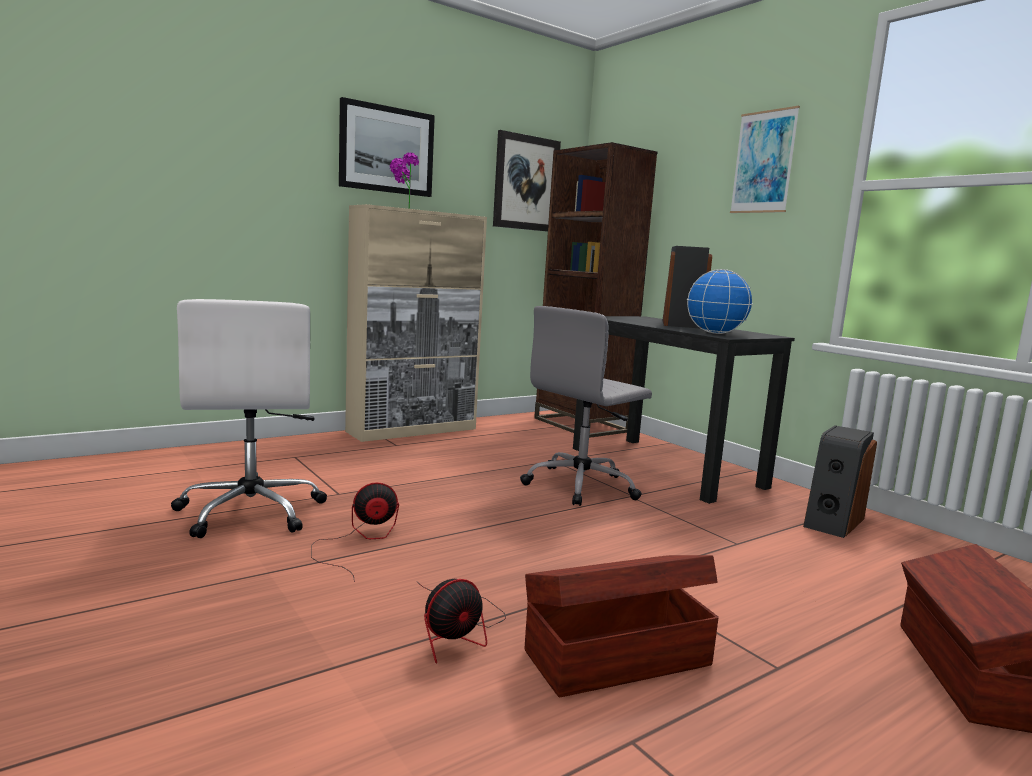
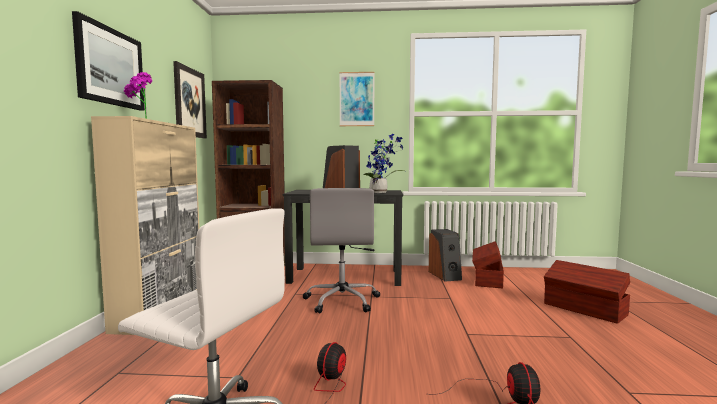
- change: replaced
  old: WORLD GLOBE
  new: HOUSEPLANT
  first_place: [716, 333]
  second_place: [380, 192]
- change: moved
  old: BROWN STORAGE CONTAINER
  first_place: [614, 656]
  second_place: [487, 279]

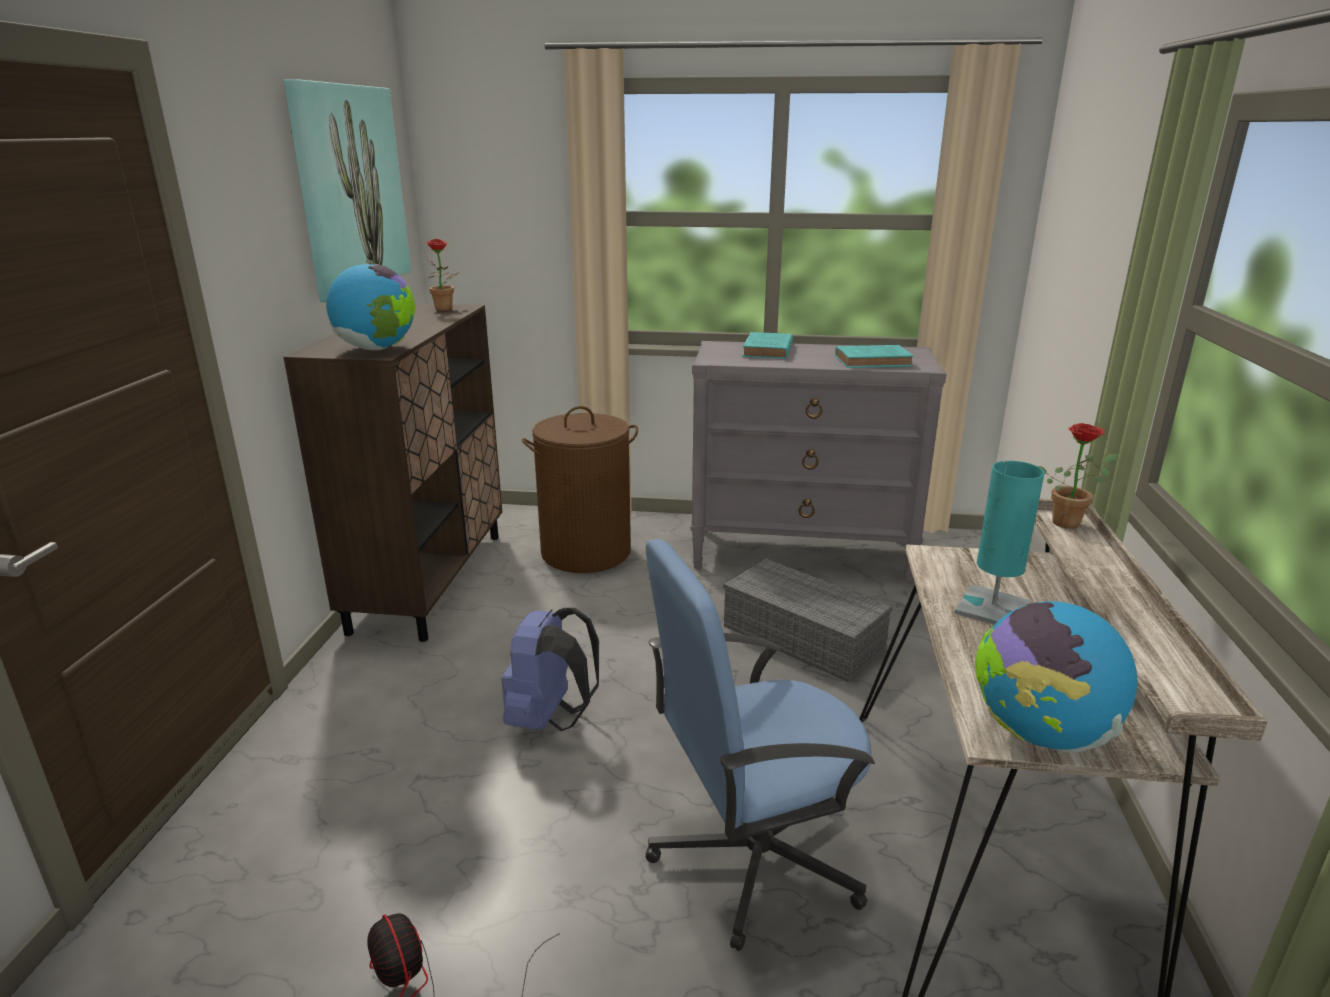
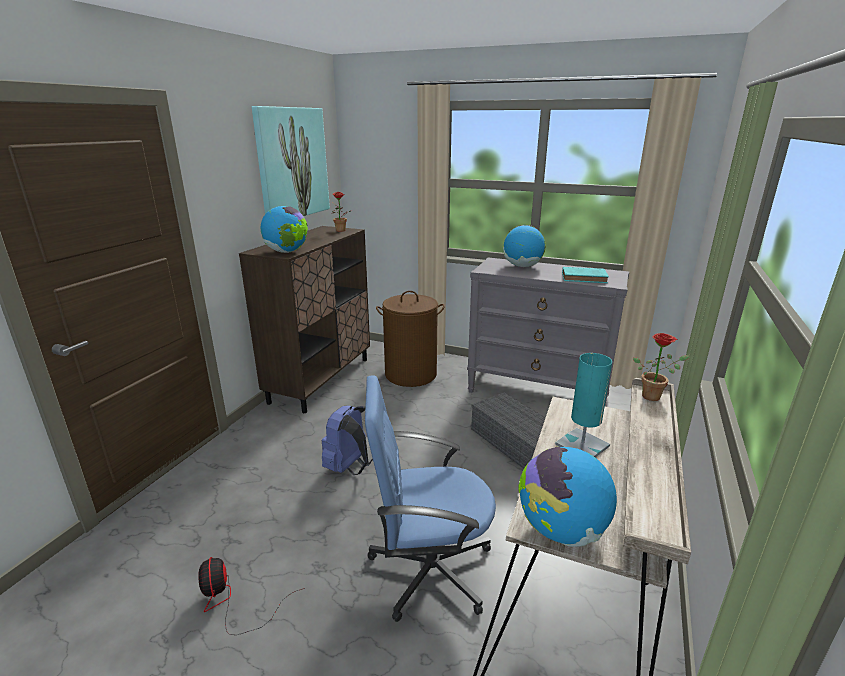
- change: replaced
  old: TURQUOISE VOLUME
  new: WORLD GLOBE
  first_place: [767, 350]
  second_place: [522, 266]

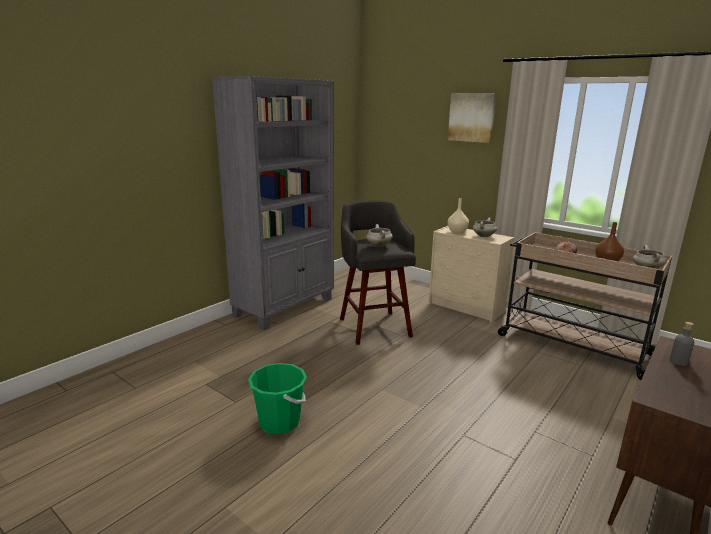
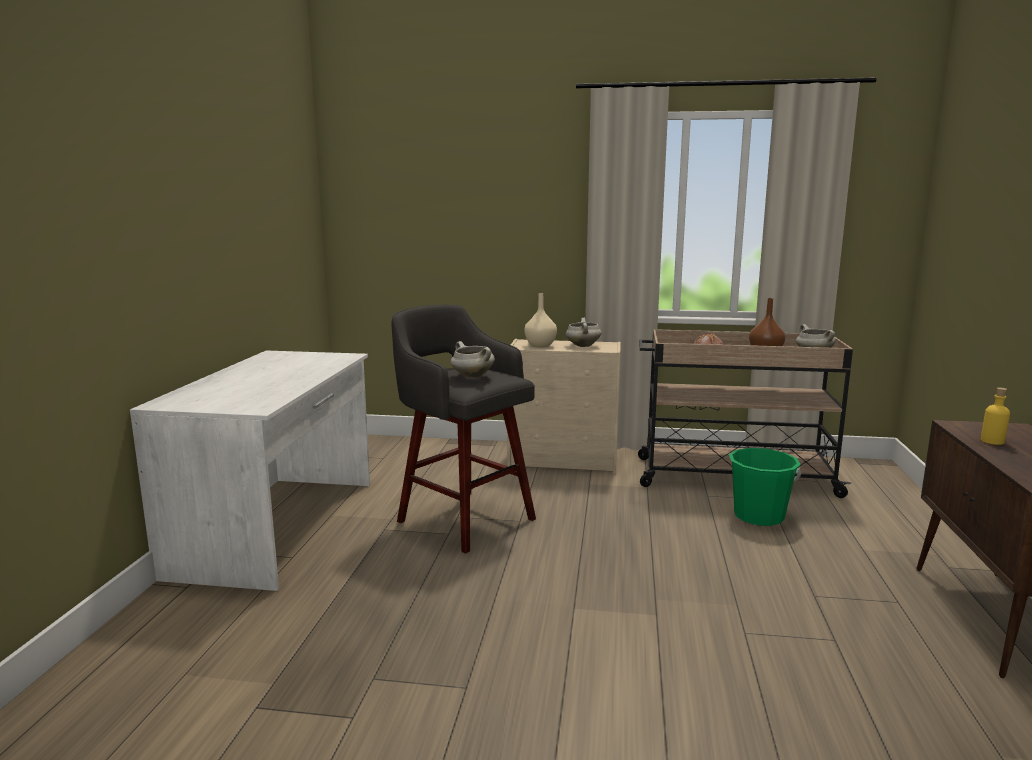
- change: replaced
  old: GREYISH BOOKSHELF
  new: WHITE DESK
  first_place: [285, 307]
  second_place: [279, 526]
- change: moved
  old: GREEN-COLOURED PAIL
  first_place: [279, 422]
  second_place: [759, 516]
- change: recoloured
  old: GREYISH BEVERAGE BOTTLE
  new: YELLOWISH BEVERAGE BOTTLE
  first_place: [678, 361]
  second_place: [992, 441]
- change: removed
  old: PICTURE
  first_place: [471, 117]

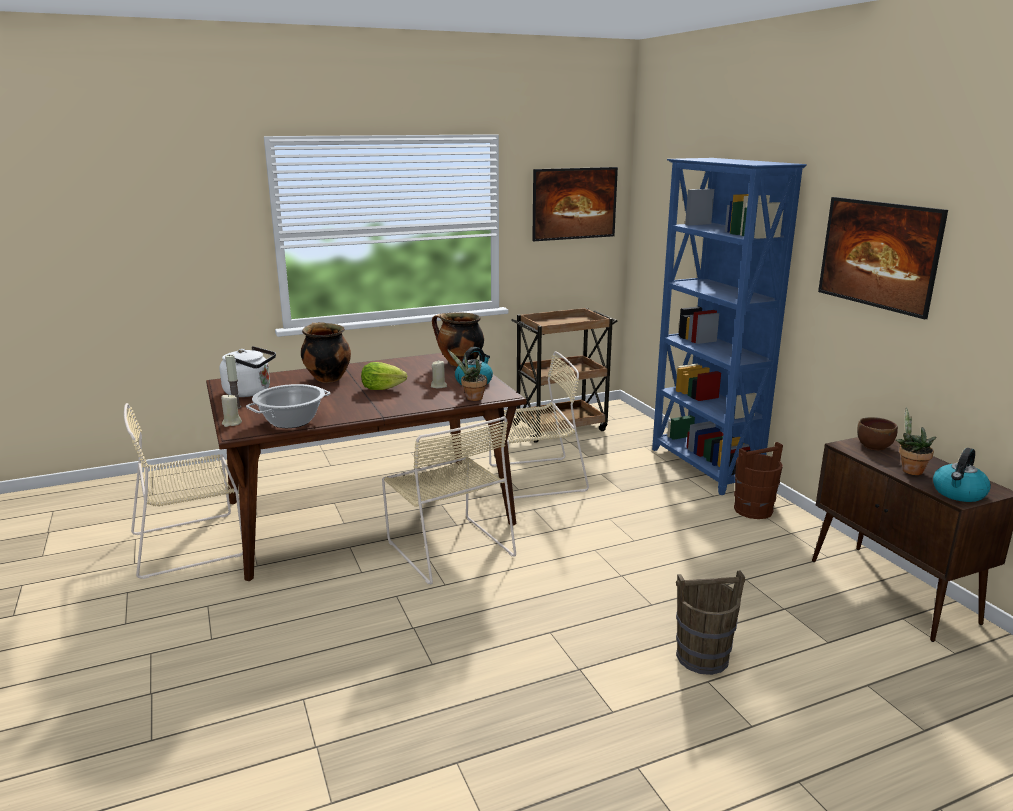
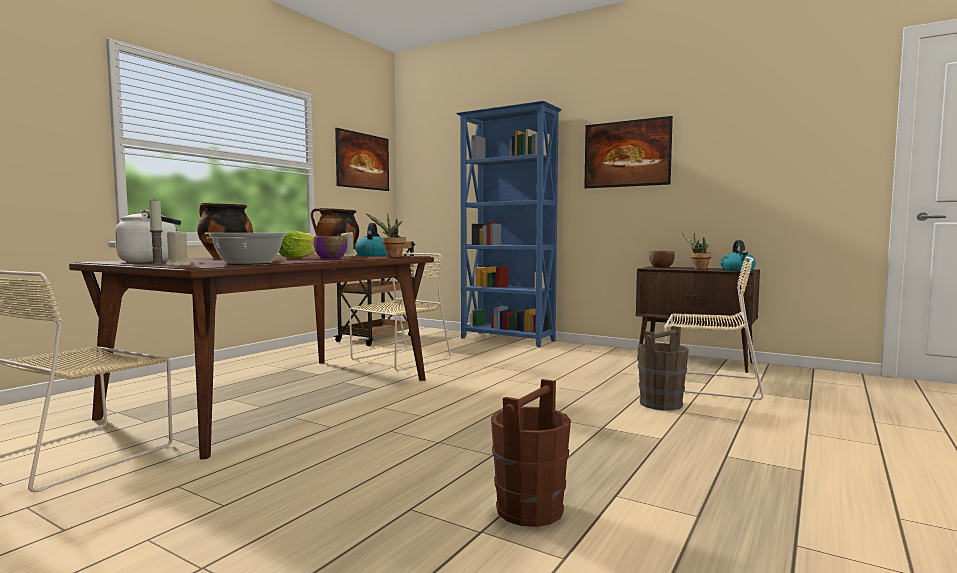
- change: added
  new: PURPLE-COLOURED SERVING BOWL
  second_place: [330, 258]
- change: moved
  old: BROWN PAIL
  first_place: [753, 510]
  second_place: [530, 509]
- change: moved
  old: SAND-COLOURED CHAIR
  first_place: [448, 546]
  second_place: [707, 384]

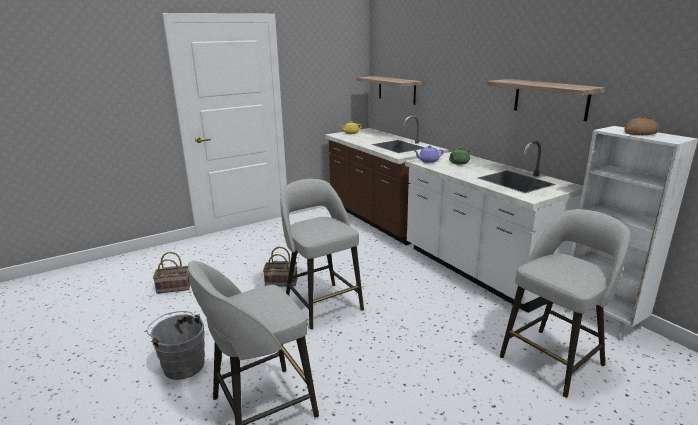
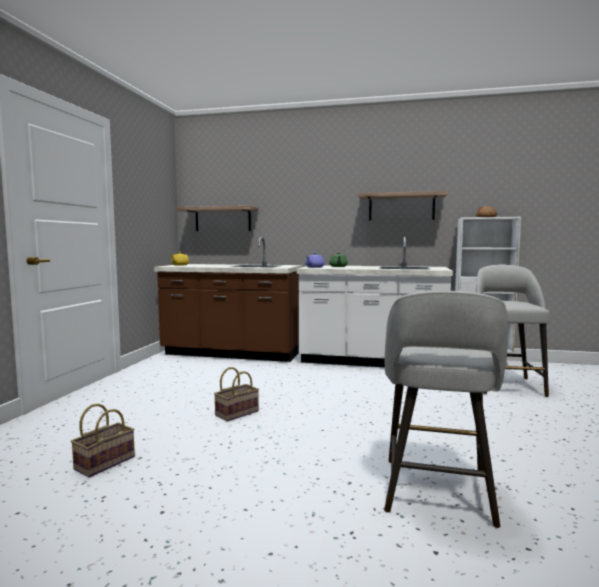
- change: removed
  old: GREYISH PAIL
  first_place: [182, 364]
- change: removed
  old: GREYISH STOOL
  first_place: [322, 304]

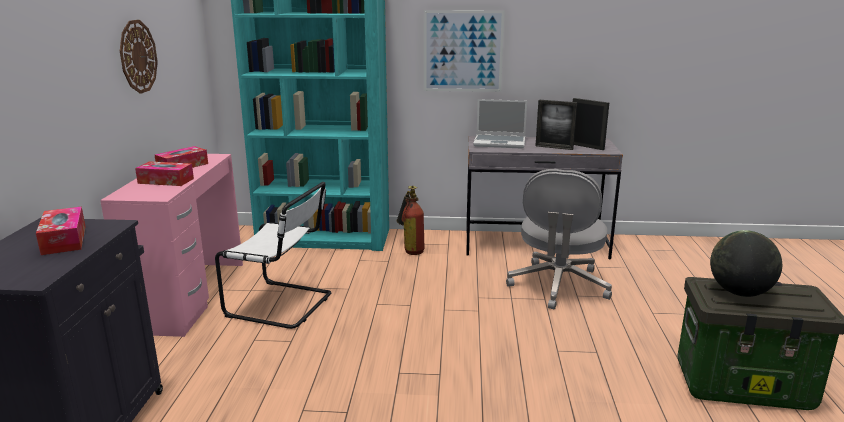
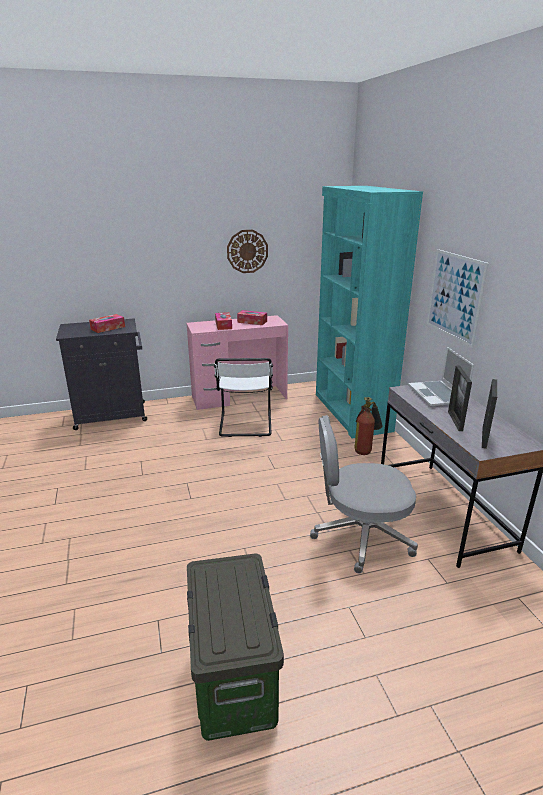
- change: removed
  old: WORLD GLOBE
  first_place: [740, 293]

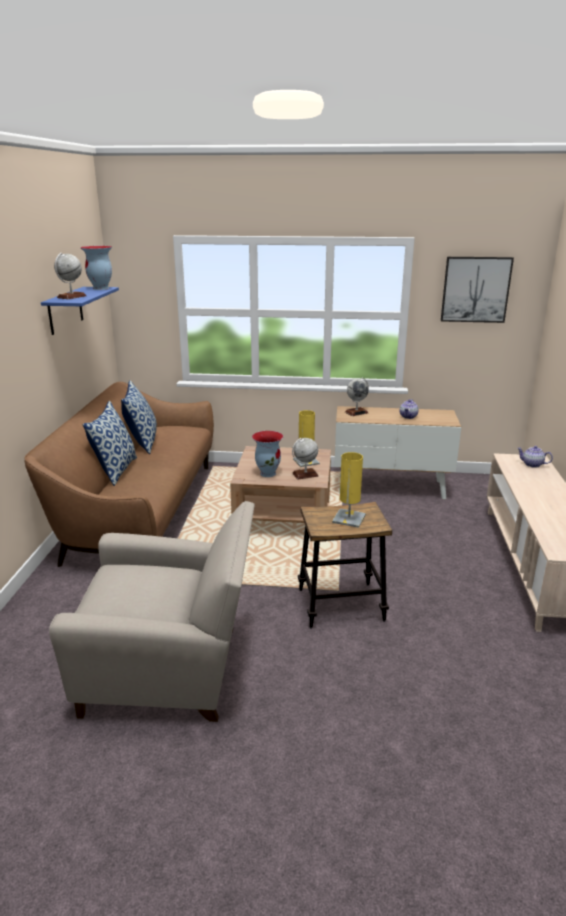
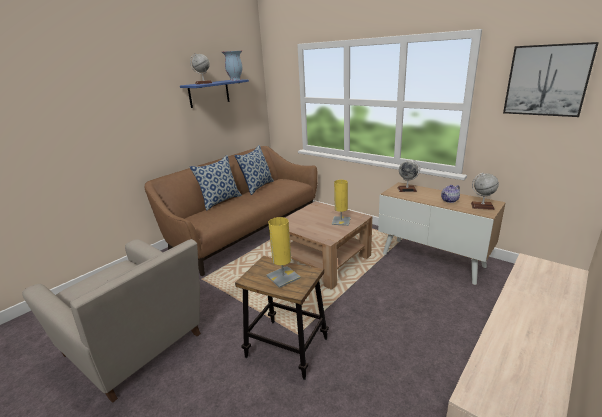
- change: moved
  old: WORLD GLOBE
  first_place: [305, 474]
  second_place: [482, 206]
- change: removed
  old: DECORATIVE VASE
  first_place: [268, 473]
- change: removed
  old: POT FOR TEA
  first_place: [532, 464]

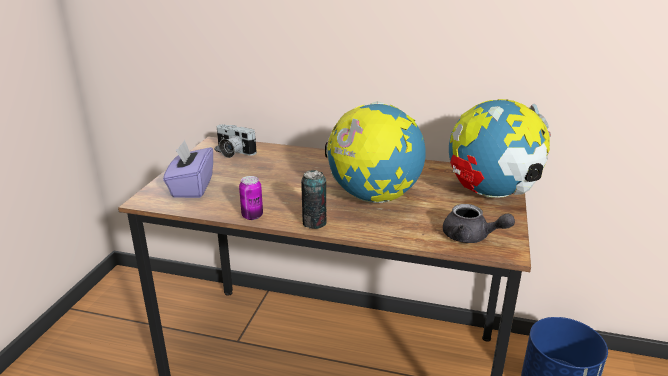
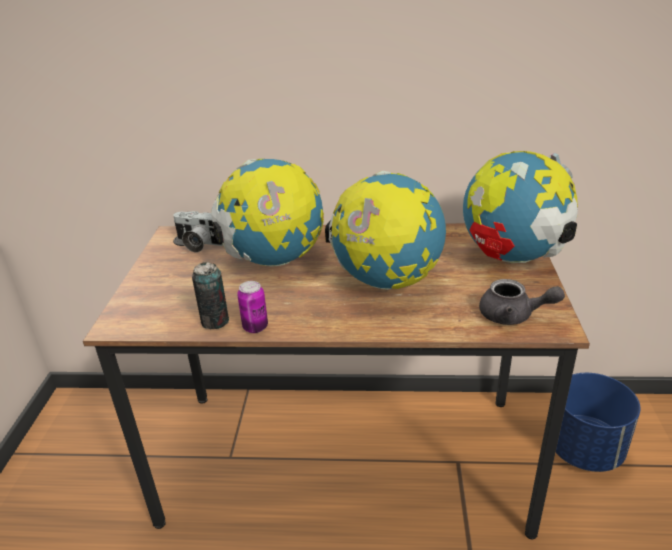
- change: moved
  old: CAN
  first_place: [314, 223]
  second_place: [215, 321]
- change: added
  new: WORLD GLOBE
  second_place: [274, 260]
- change: removed
  old: PURPLE-COLOURED TISSUE BOX
  first_place: [191, 187]

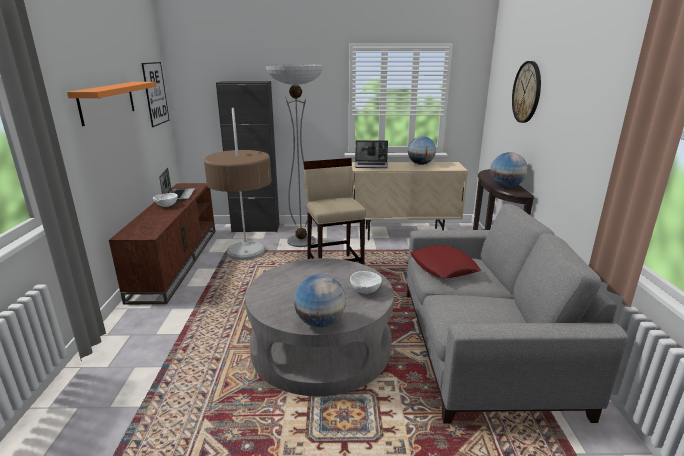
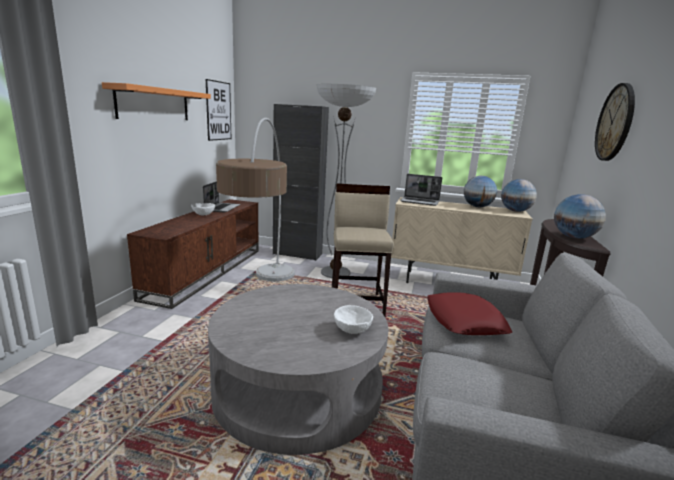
- change: moved
  old: WORLD GLOBE
  first_place: [320, 322]
  second_place: [515, 211]

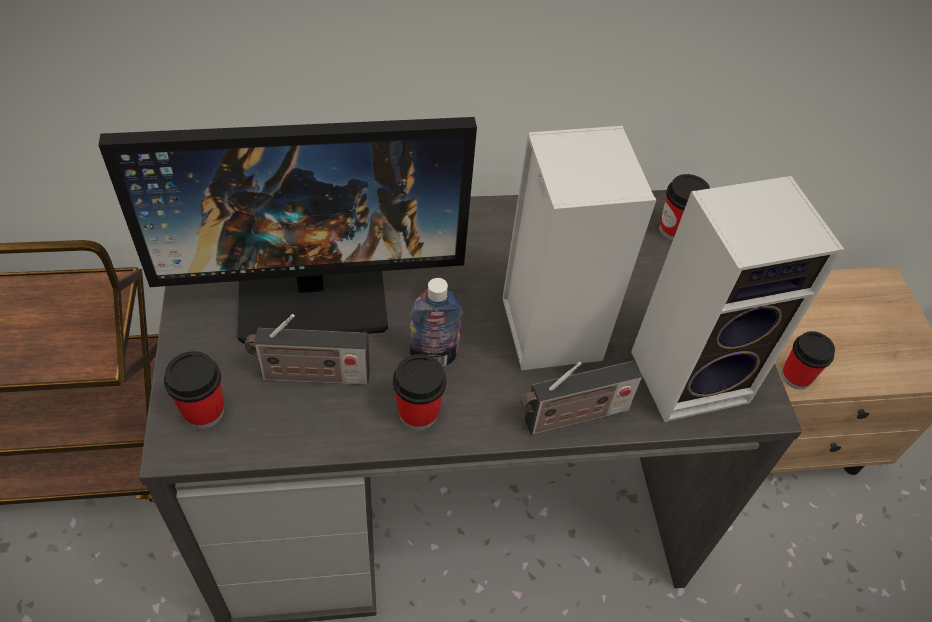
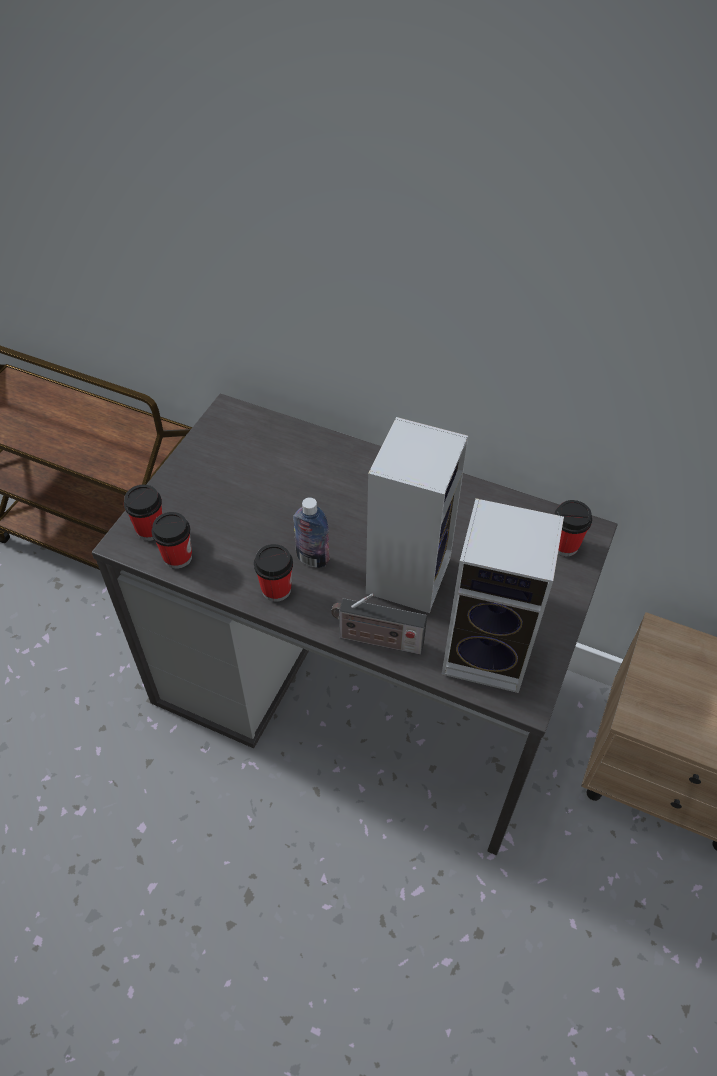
- change: moved
  old: DRINKING CUP
  first_place: [796, 377]
  second_place: [178, 557]
- change: removed
  old: COMPUTER SCREEN
  first_place: [313, 288]
- change: removed
  old: RADIO
  first_place: [310, 376]

